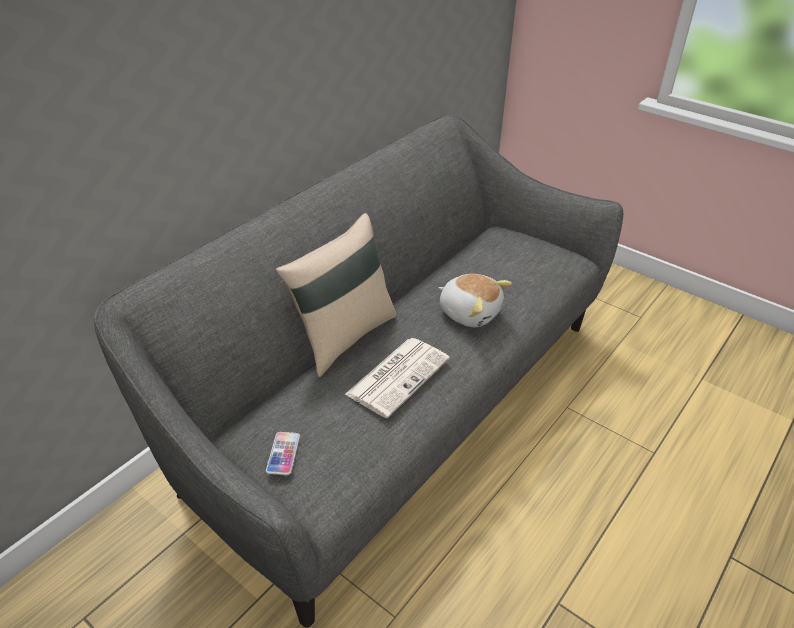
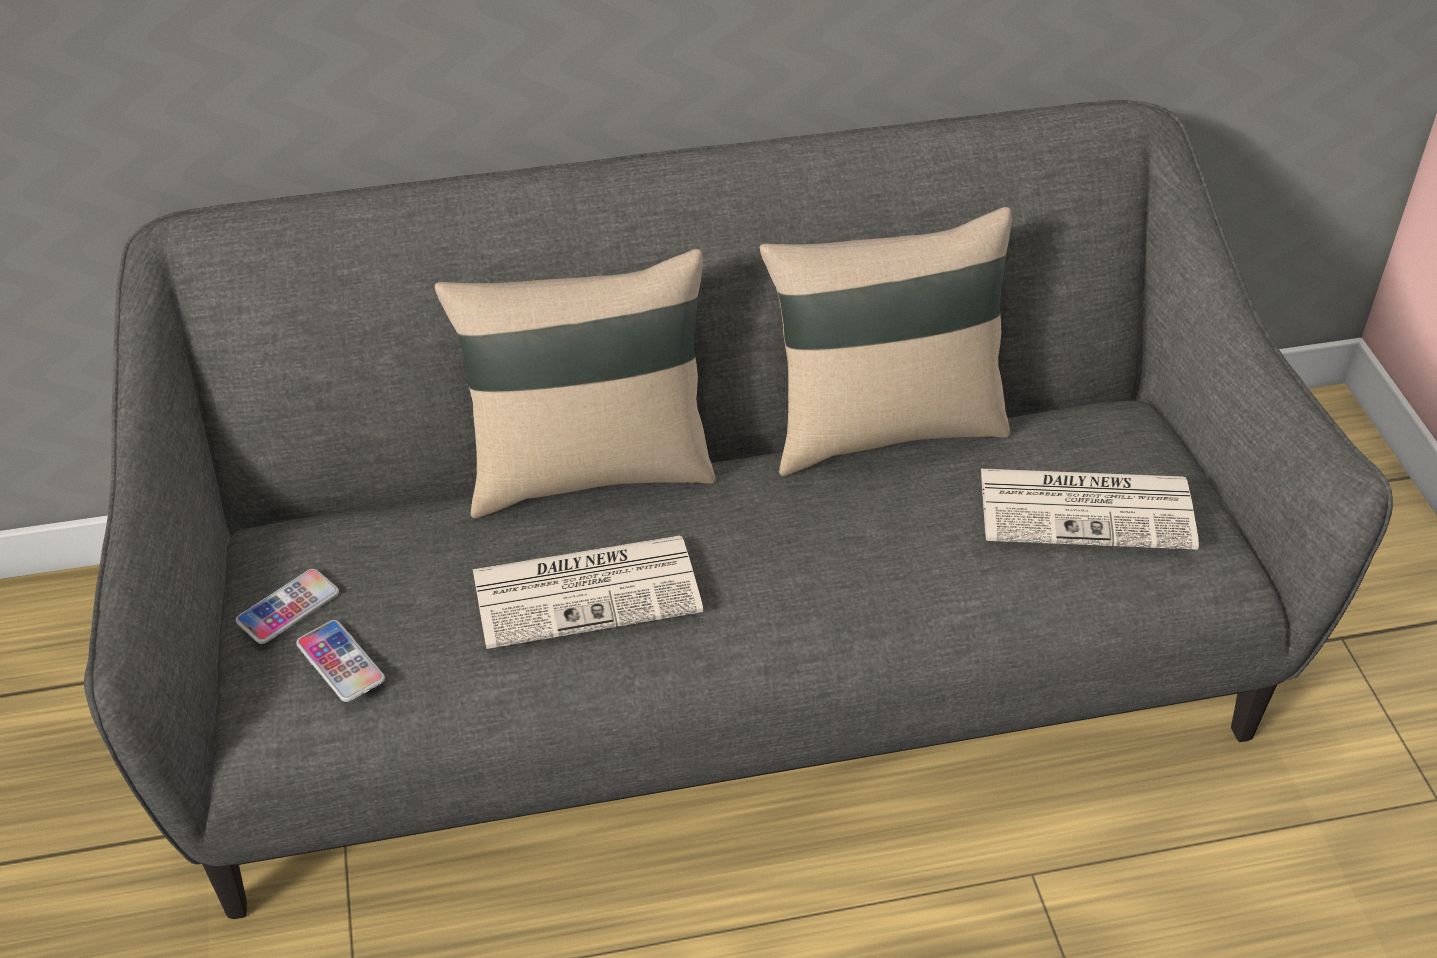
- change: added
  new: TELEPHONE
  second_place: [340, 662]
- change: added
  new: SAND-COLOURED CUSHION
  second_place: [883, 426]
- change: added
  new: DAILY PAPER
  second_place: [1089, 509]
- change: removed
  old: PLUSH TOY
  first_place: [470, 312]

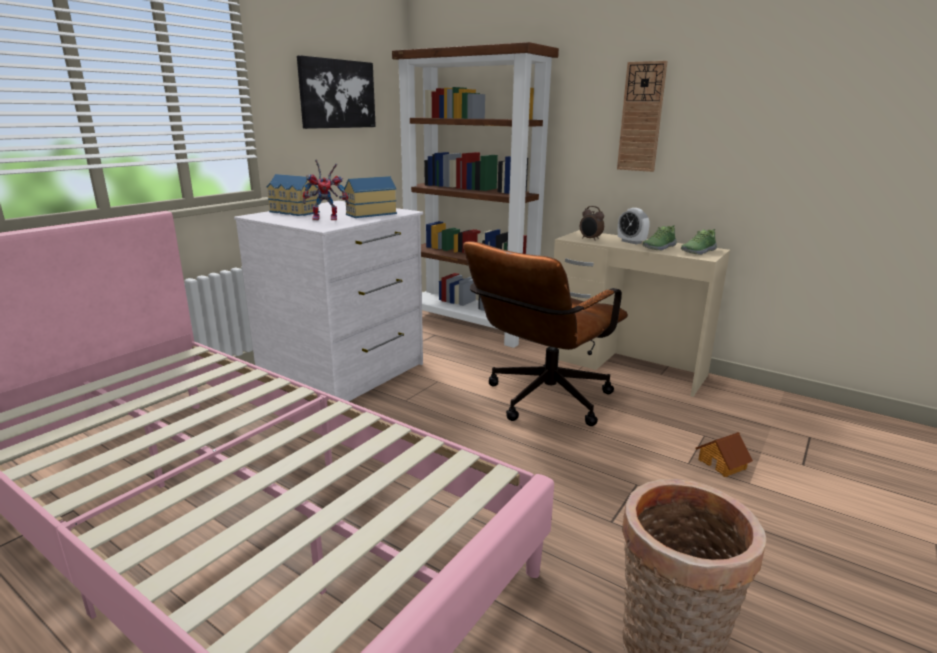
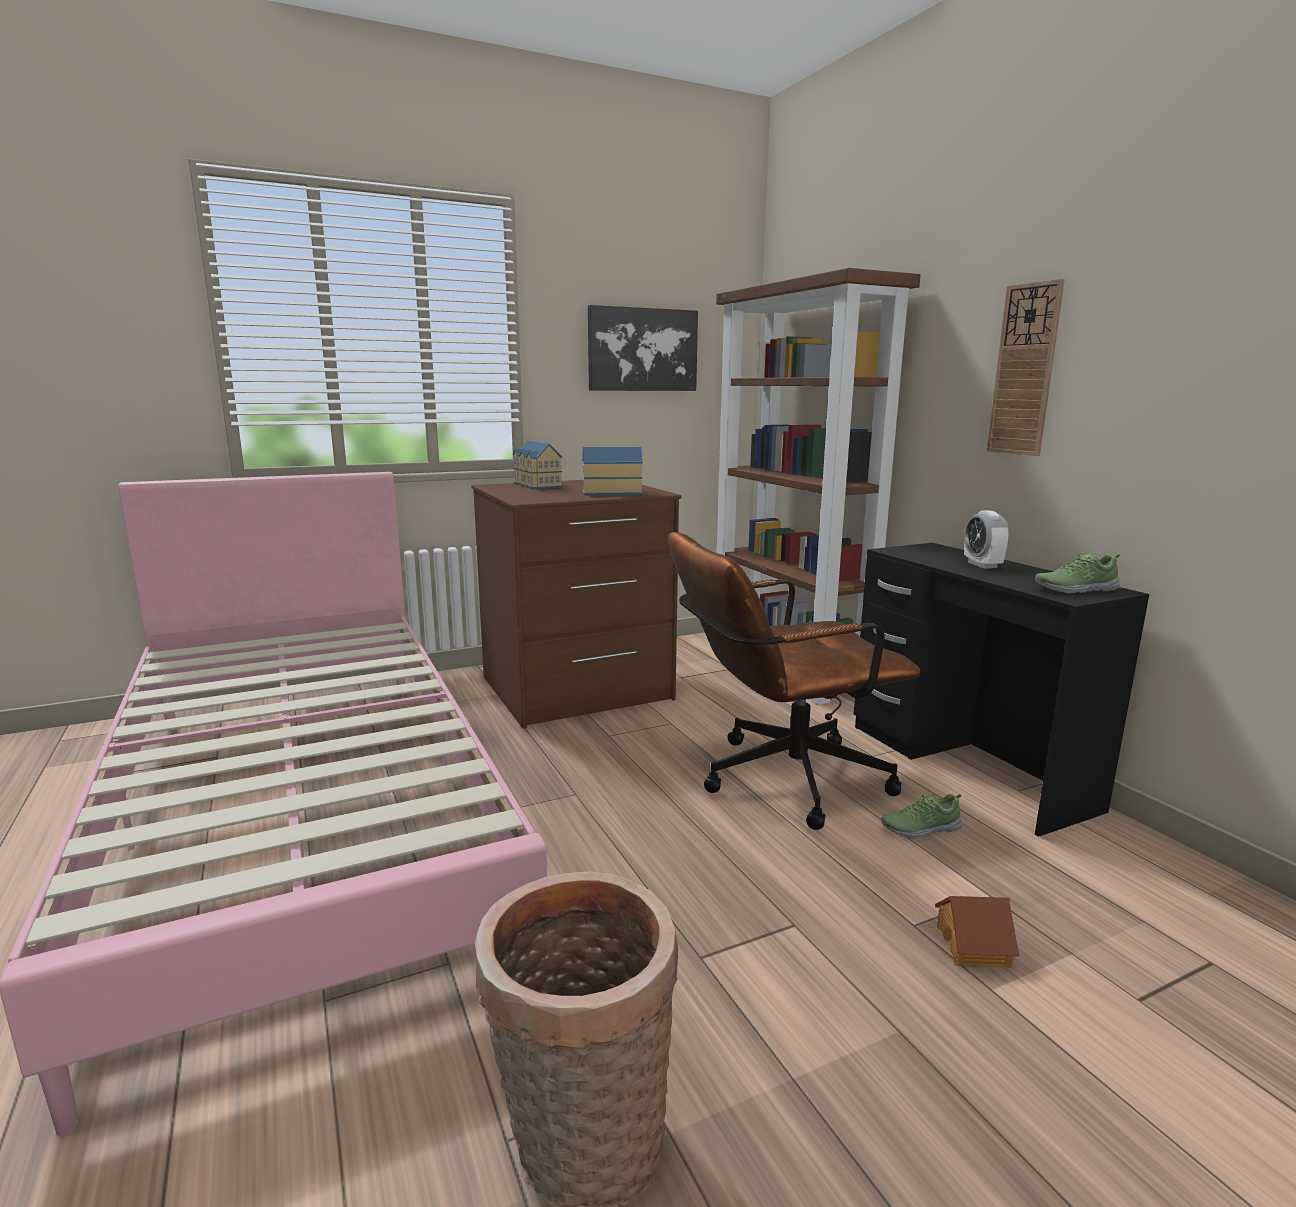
- change: recoloured
  old: WHITE CHEST OF DRAWERS
  new: BROWN CHEST OF DRAWERS
  first_place: [344, 372]
  second_place: [577, 689]
- change: recoloured
  old: SAND-COLOURED DESK
  new: BLACKISH DESK
  first_place: [625, 366]
  second_place: [967, 765]
- change: moved
  old: ITEM OF FOOTWEAR
  first_place: [658, 247]
  second_place: [920, 828]
- change: removed
  old: ROBOT FIGURE
  first_place: [327, 218]
- change: removed
  old: BEDSIDE CLOCK
  first_place: [590, 239]

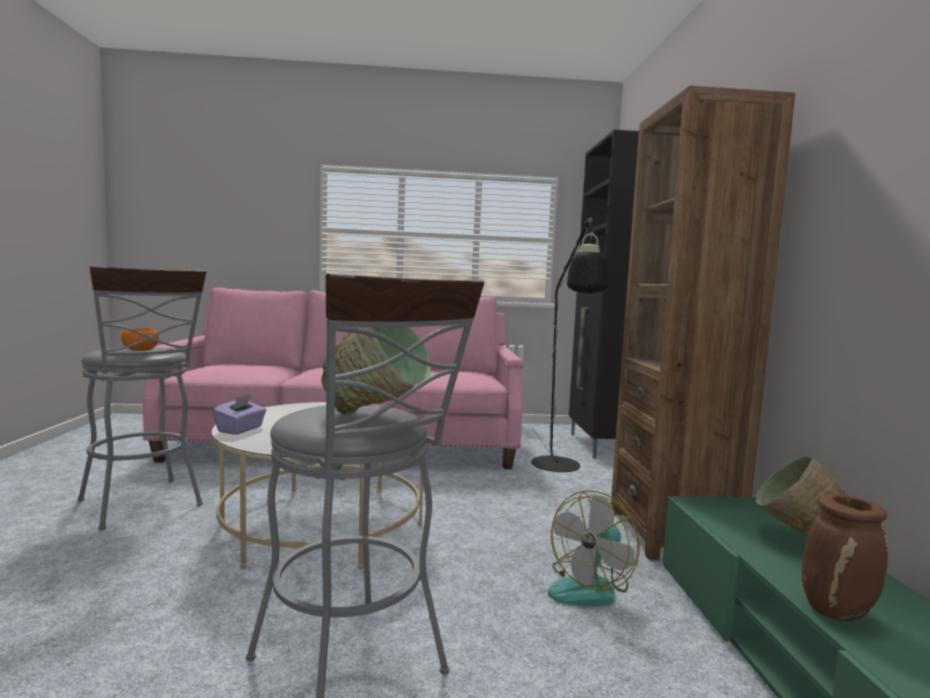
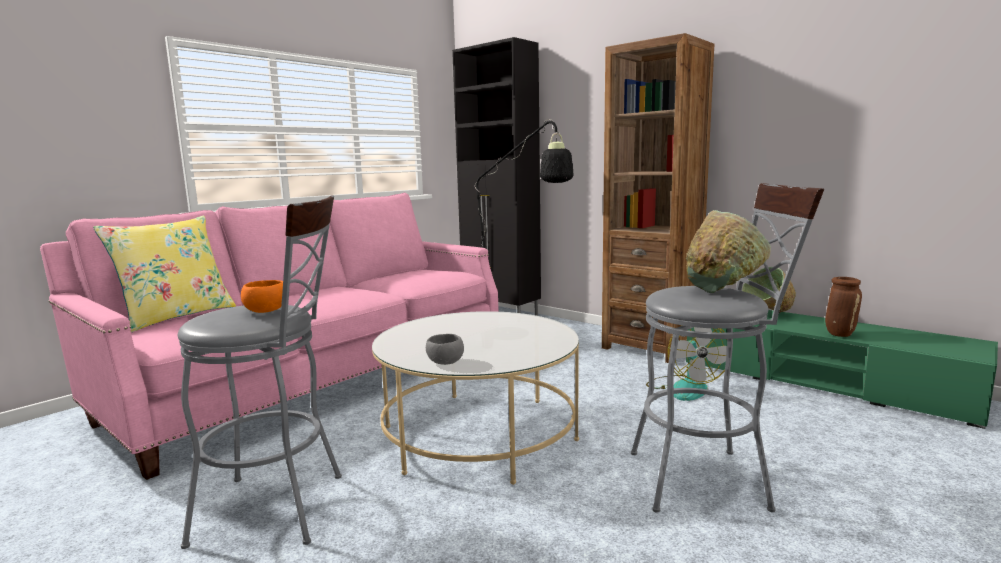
- change: added
  new: YELLOWISH CUSHION
  second_place: [177, 316]
- change: replaced
  old: PURPLE-COLOURED TISSUE BOX
  new: GREYISH SERVING BOWL
  first_place: [240, 429]
  second_place: [444, 362]

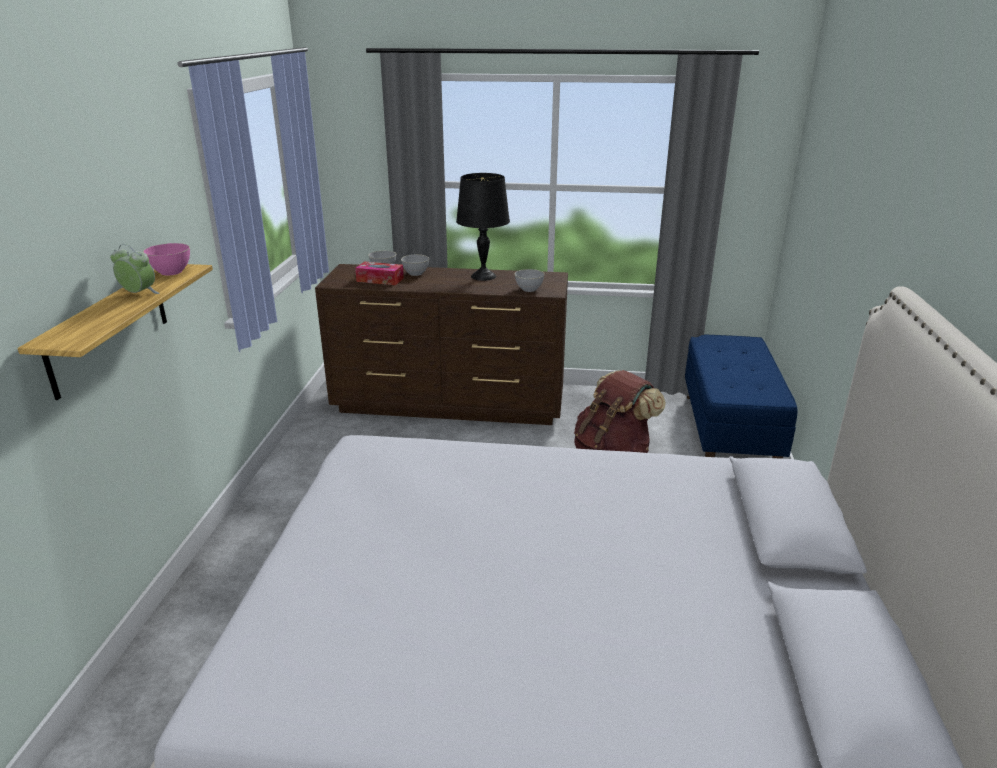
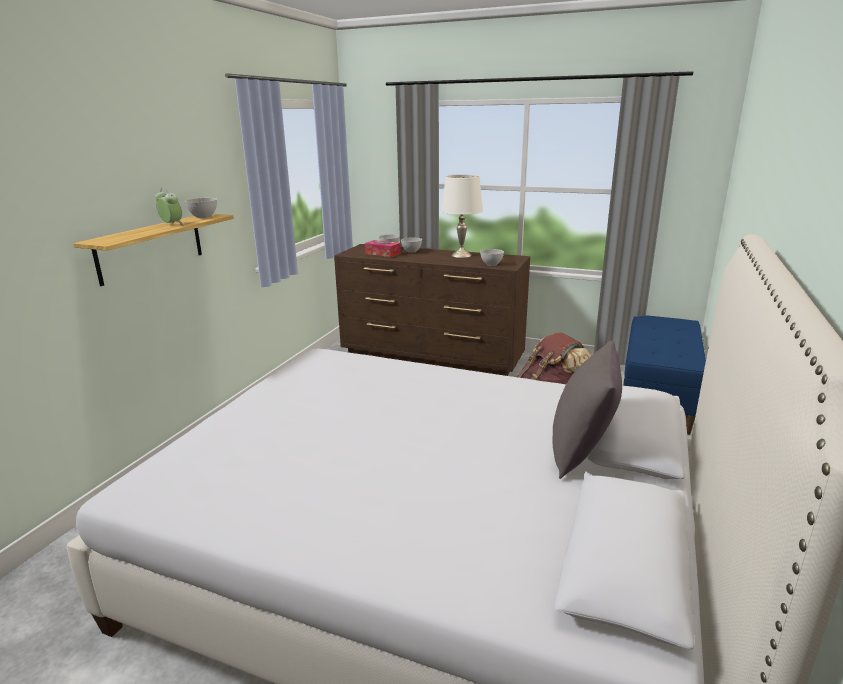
- change: recoloured
  old: PINK SERVING BOWL
  new: GREYISH SERVING BOWL
  first_place: [171, 272]
  second_place: [203, 217]
- change: recoloured
  old: BLACKISH TABLETOP LAMP
  new: WHITE TABLETOP LAMP
  first_place: [483, 276]
  second_place: [461, 255]
- change: added
  new: GREYISH CUSHION
  second_place: [581, 451]

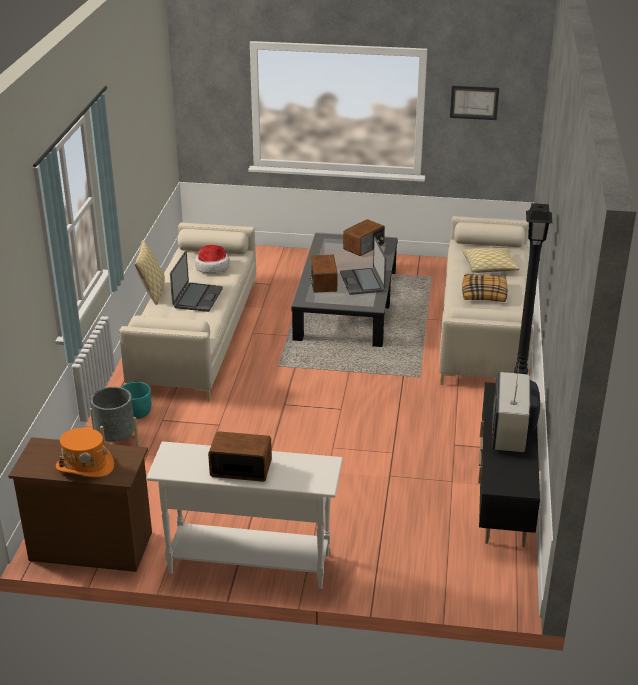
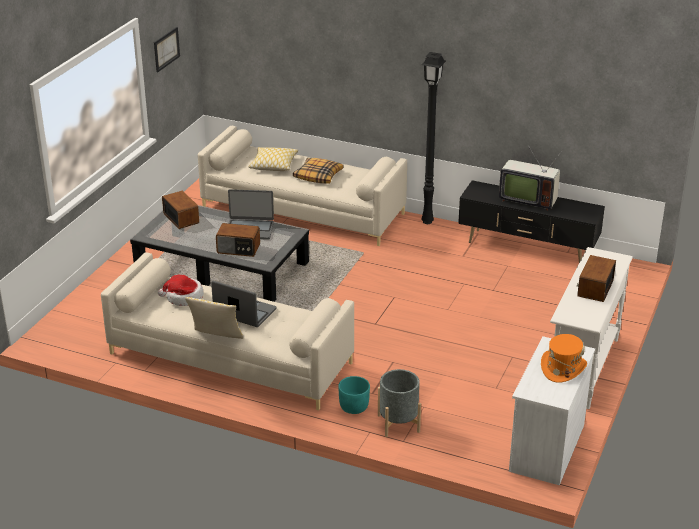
- change: recoloured
  old: BROWN CHEST OF DRAWERS
  new: WHITE CHEST OF DRAWERS
  first_place: [90, 546]
  second_place: [546, 448]

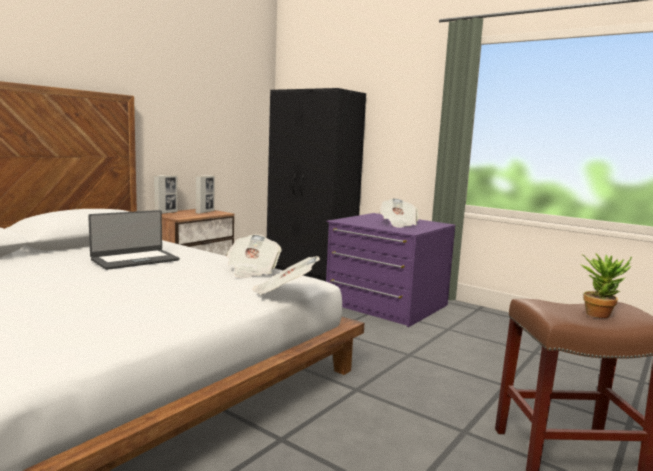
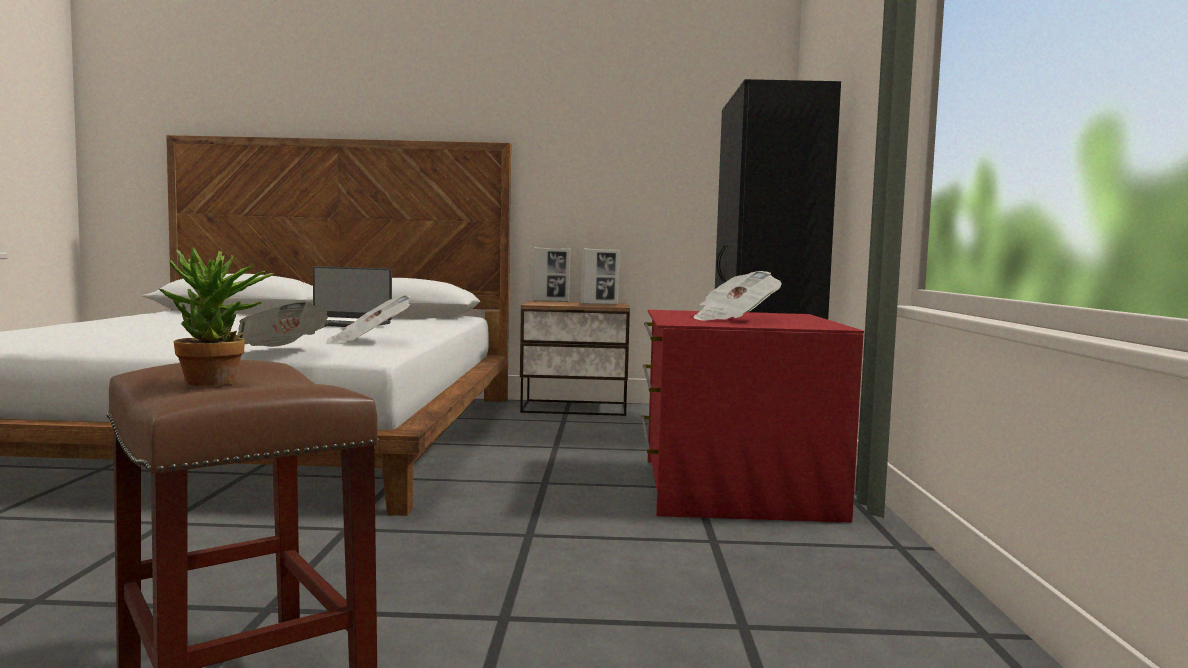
- change: recoloured
  old: PURPLE-COLOURED CHEST OF DRAWERS
  new: RED-COLOURED CHEST OF DRAWERS
  first_place: [385, 305]
  second_place: [733, 488]

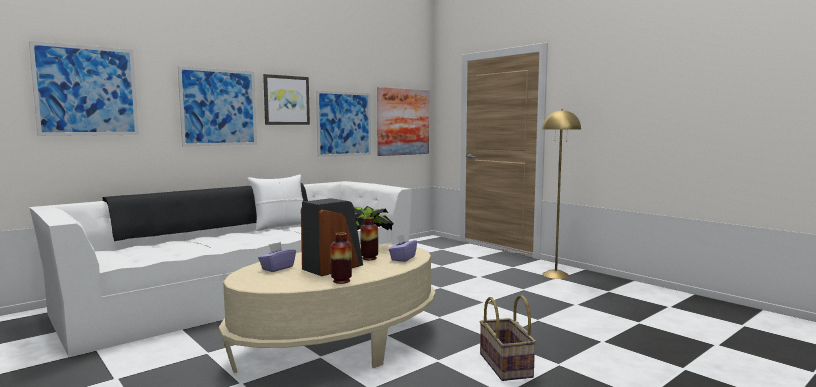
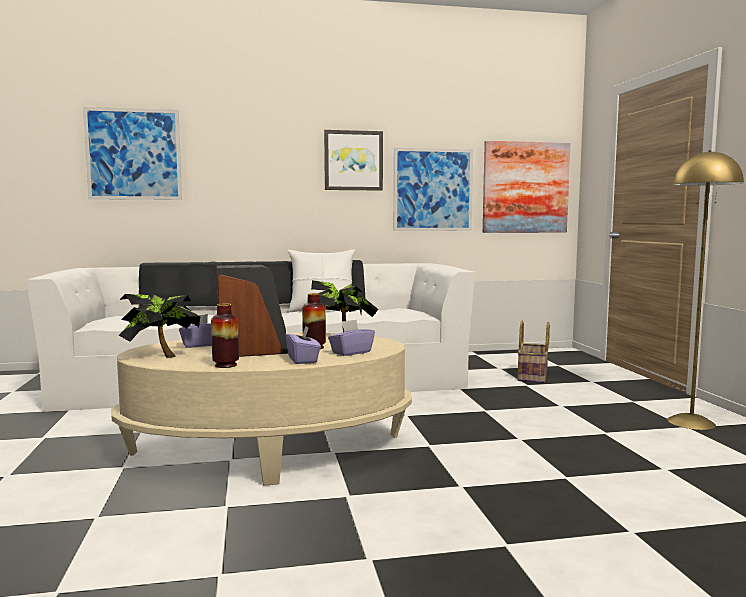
- change: added
  new: HOUSEPLANT
  second_place: [160, 356]
- change: added
  new: PURPLE-COLOURED TISSUE BOX
  second_place: [303, 360]
- change: moved
  old: BASKET
  first_place: [506, 365]
  second_place: [533, 376]
- change: removed
  old: PICTURE
  first_place: [219, 107]

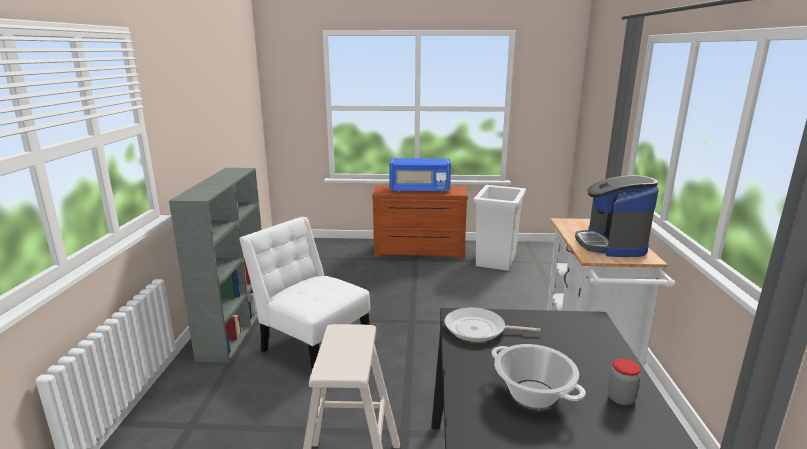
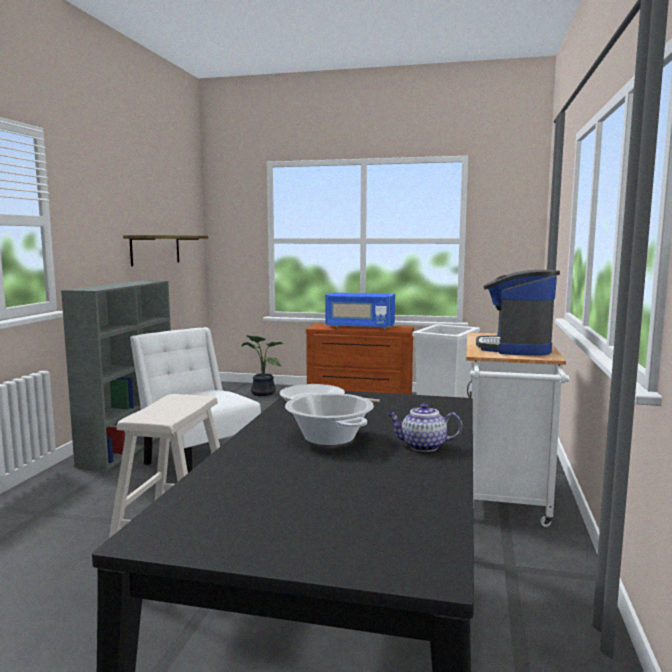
- change: added
  new: BRACKET SHELF
  second_place: [155, 249]
- change: added
  new: HOUSEPLANT
  second_place: [261, 393]
- change: replaced
  old: JAR
  new: POT FOR TEA
  first_place: [621, 398]
  second_place: [422, 446]

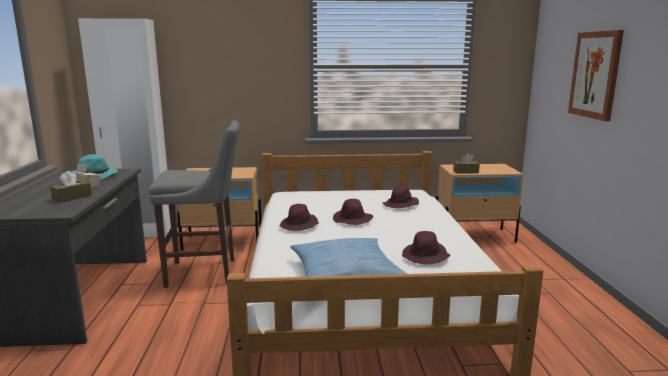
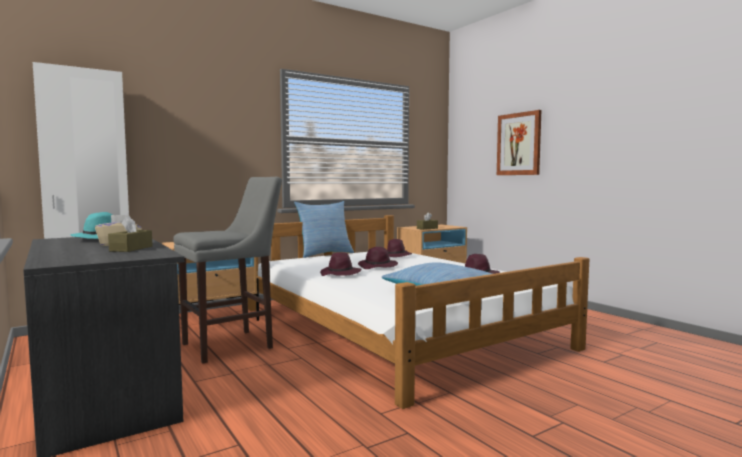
- change: added
  new: CUSHION
  second_place: [324, 254]

